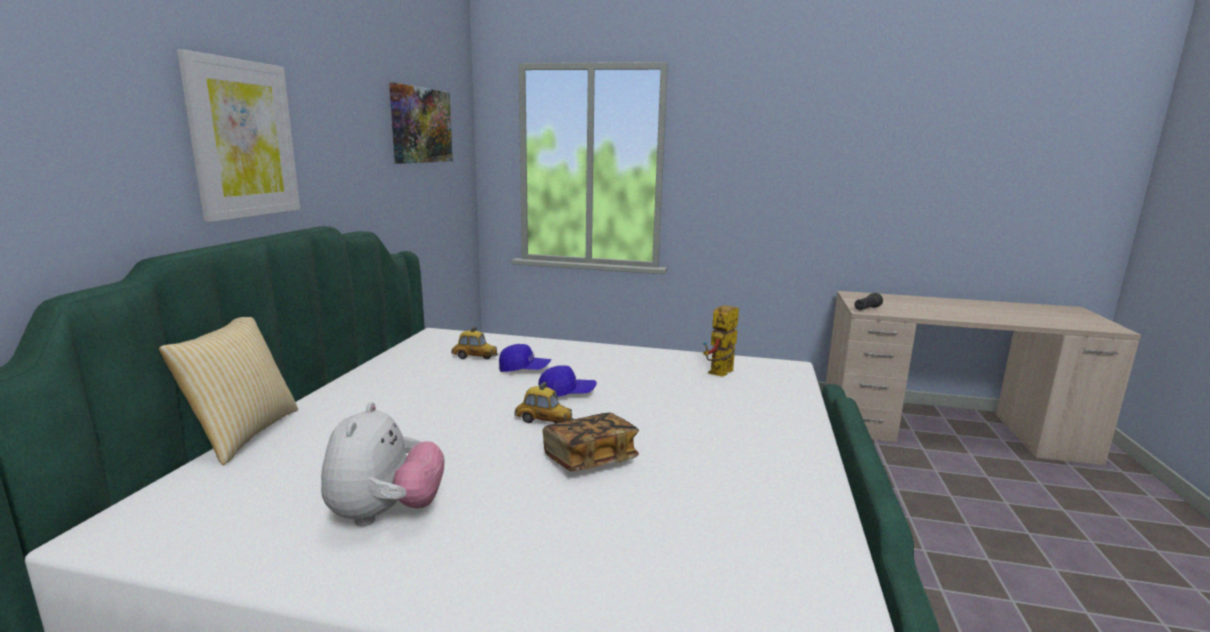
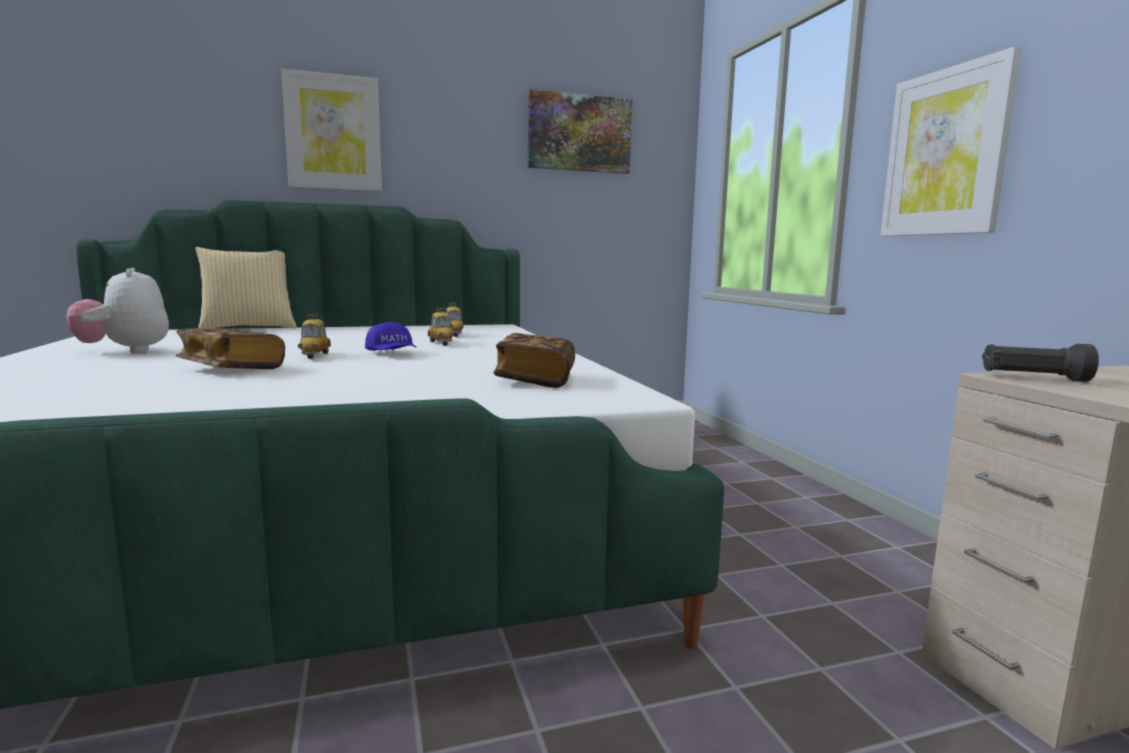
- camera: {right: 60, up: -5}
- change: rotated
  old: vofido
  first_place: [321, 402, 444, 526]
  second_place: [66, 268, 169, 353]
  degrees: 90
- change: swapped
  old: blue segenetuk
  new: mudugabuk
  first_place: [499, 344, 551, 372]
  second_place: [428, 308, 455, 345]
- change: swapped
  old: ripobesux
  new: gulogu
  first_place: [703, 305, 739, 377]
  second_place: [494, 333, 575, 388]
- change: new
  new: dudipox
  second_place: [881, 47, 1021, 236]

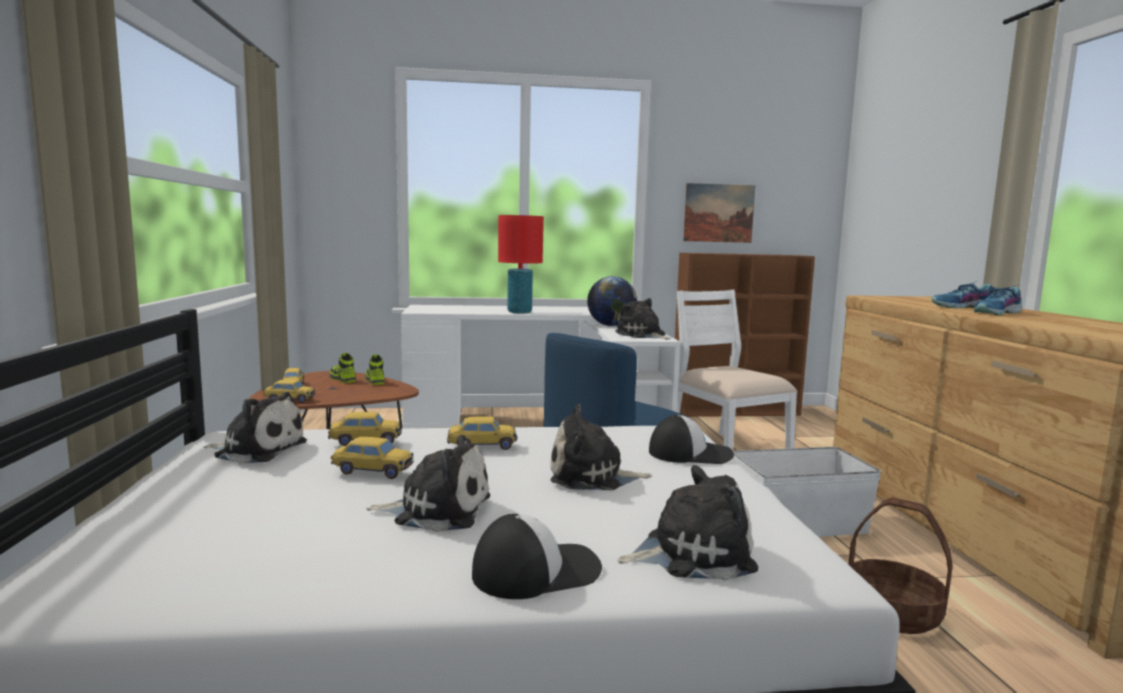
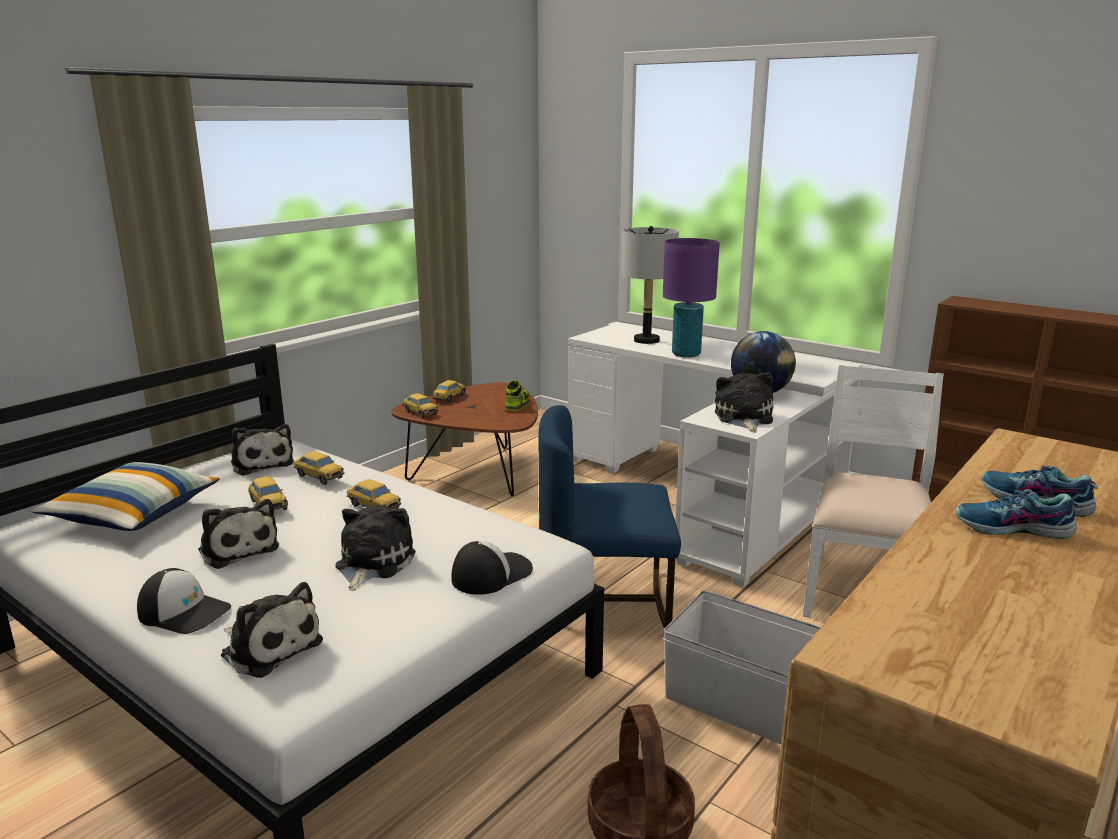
- camera: {right: 45, up: 10}
- change: new
  new: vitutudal
  second_place: [32, 462, 219, 531]
- change: rotated
  old: vofido
  first_place: [550, 405, 652, 490]
  second_place: [335, 505, 416, 591]
  degrees: 60
- change: rotated
  old: segenetuk
  first_place: [649, 415, 734, 464]
  second_place: [452, 541, 533, 595]
  degrees: -90
- change: new
  new: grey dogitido
  second_place: [621, 226, 679, 344]
- change: repainted
  old: red dogitido
  new: purple dogitido
  first_place: [498, 215, 544, 313]
  second_place: [663, 238, 720, 358]
- change: gone
  old: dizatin
  first_place: [330, 353, 356, 383]
- change: gone
  old: dudipox
  first_place: [683, 183, 755, 243]

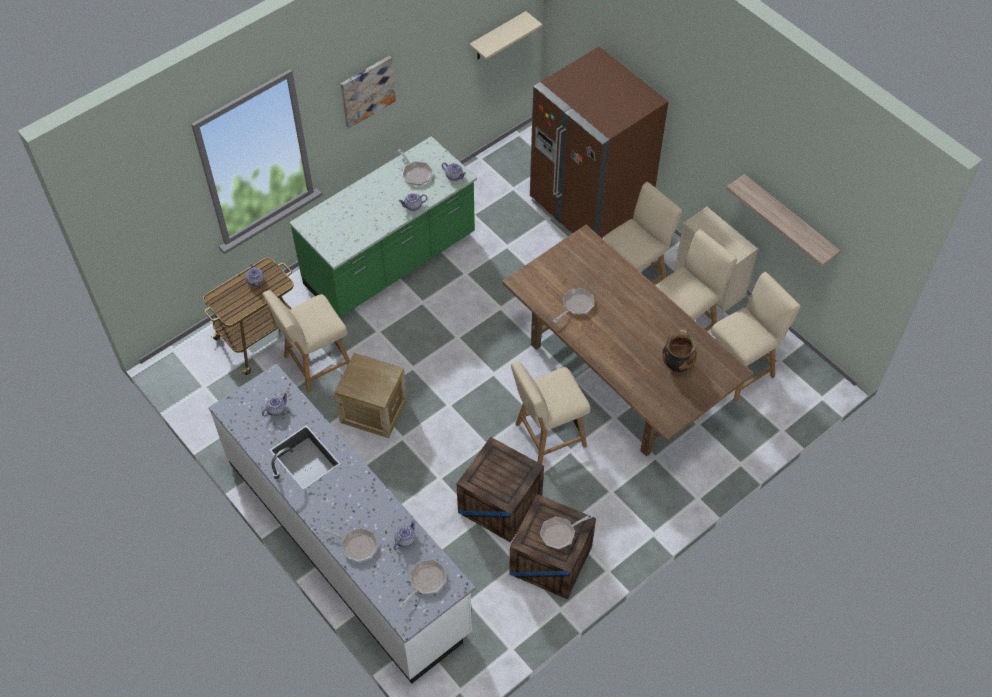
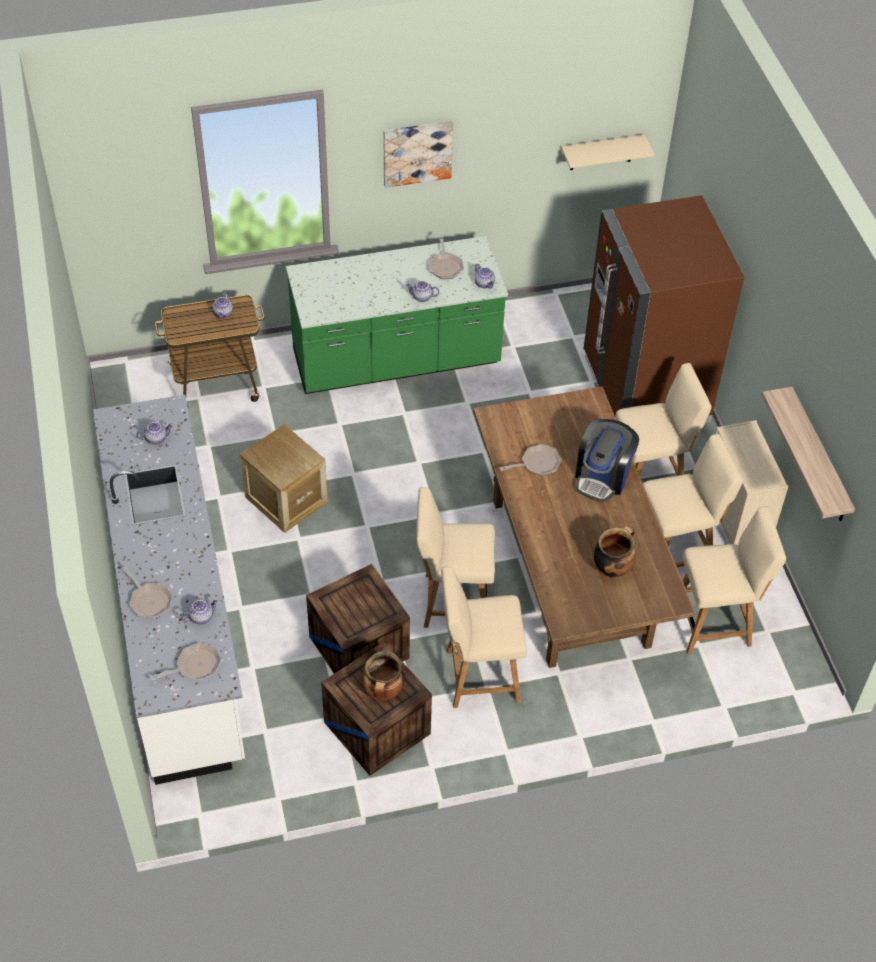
- camera: {right: 25, up: -5}
- change: swapped
  old: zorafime
  new: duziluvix
  first_place: [540, 513, 594, 549]
  second_place: [361, 651, 405, 701]
- change: shifted
  old: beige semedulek
  first_place: [263, 290, 350, 393]
  second_place: [441, 567, 527, 708]
- change: new
  new: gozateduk
  second_place: [575, 419, 639, 502]

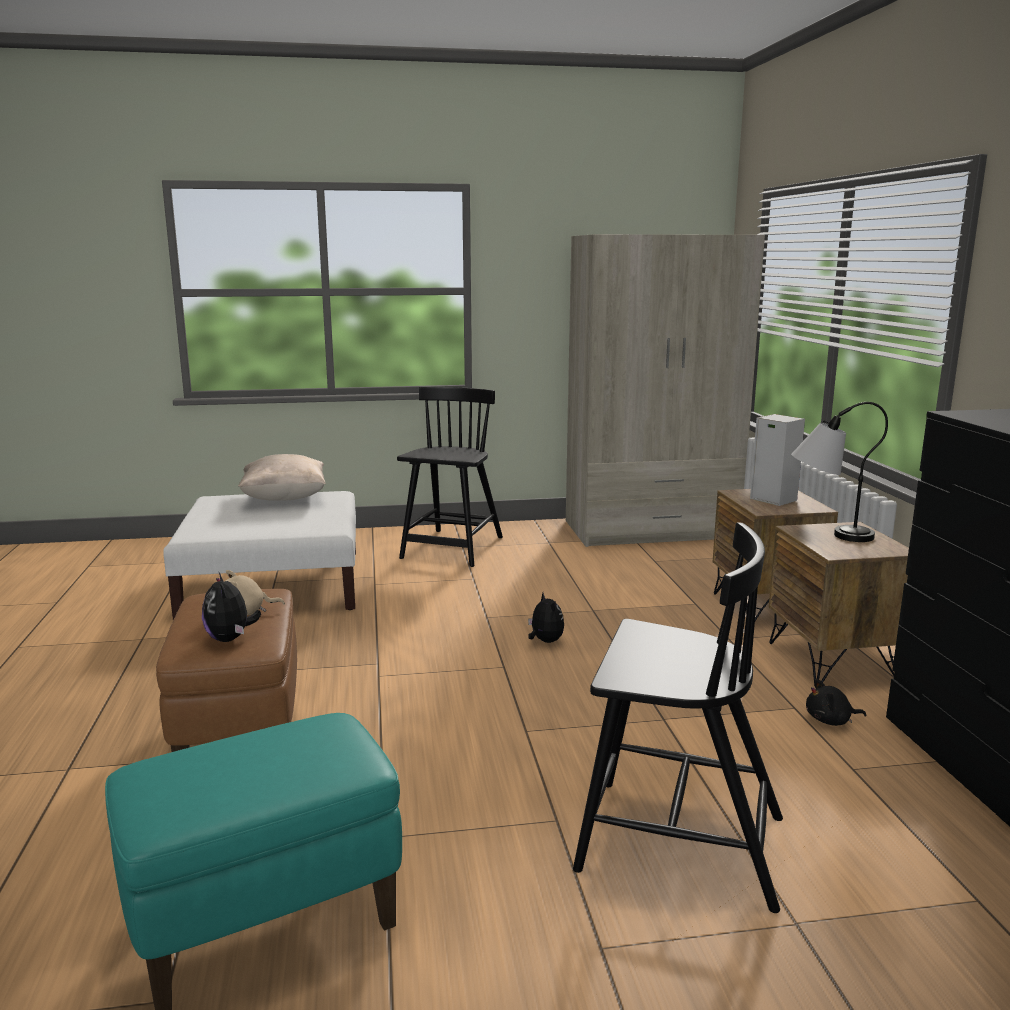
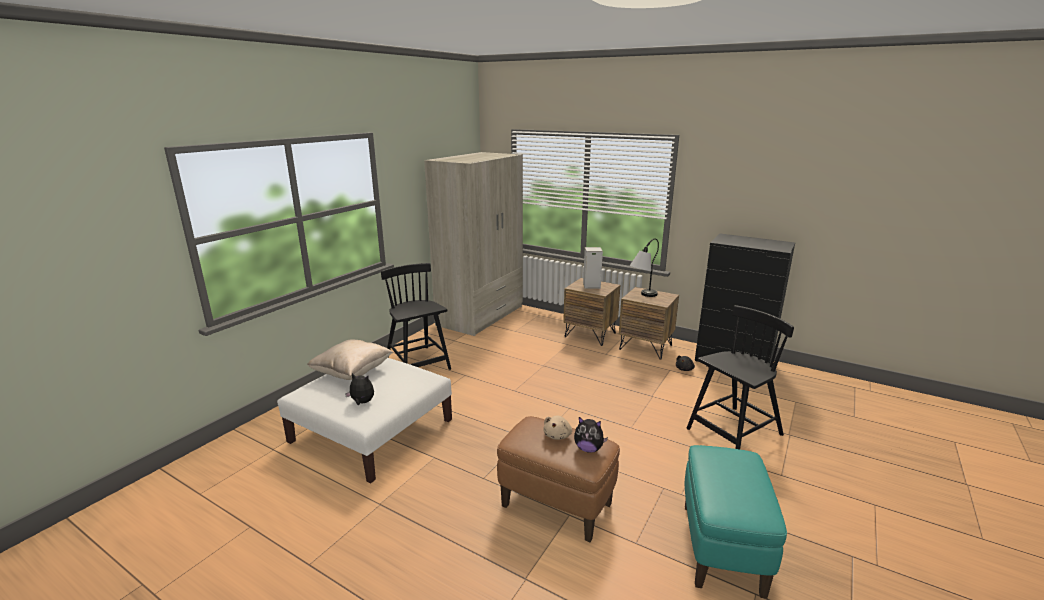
- camera: {right: -50, up: 5}
- change: shifted
  old: vofido
  first_place: [528, 593, 564, 643]
  second_place: [345, 373, 374, 405]

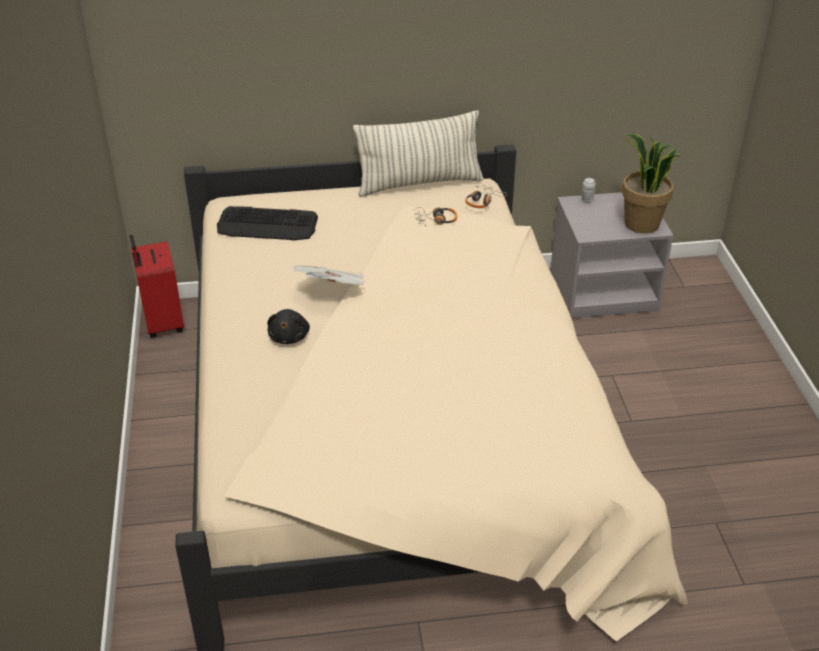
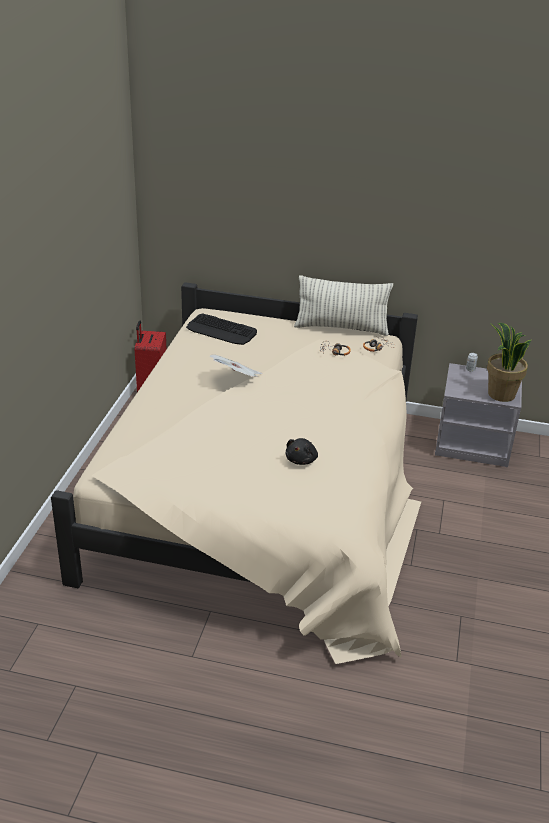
- camera: {right: 20, up: -5}
- change: shifted
  old: black vofido
  first_place: [267, 309, 310, 344]
  second_place: [286, 438, 318, 465]

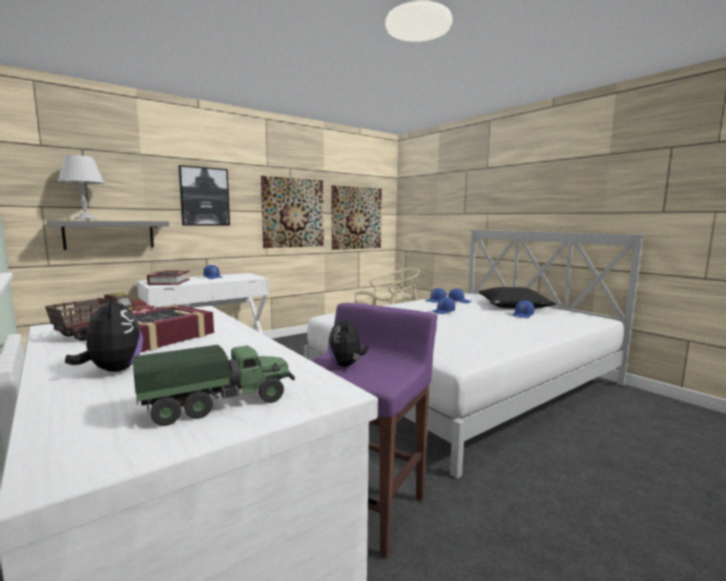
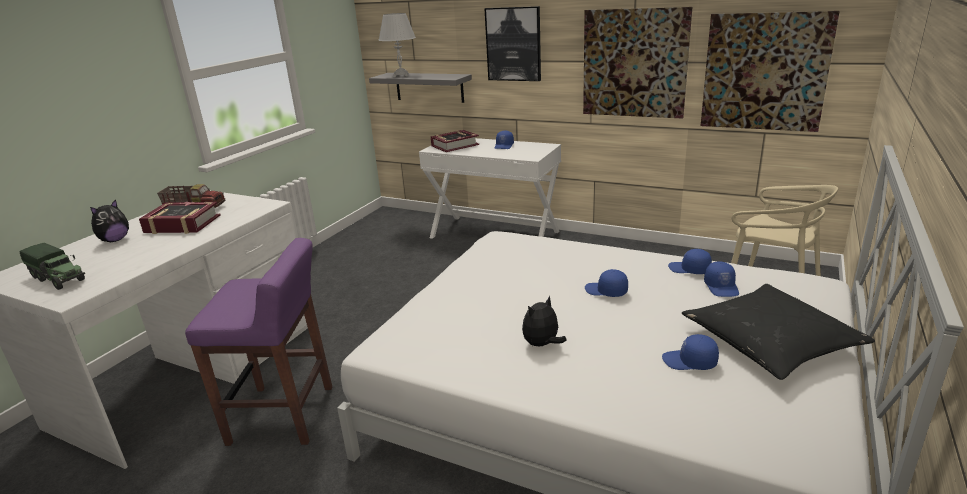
- camera: {right: 65, up: 15}
- change: shifted
  old: vofido
  first_place: [328, 315, 368, 367]
  second_place: [522, 295, 567, 346]

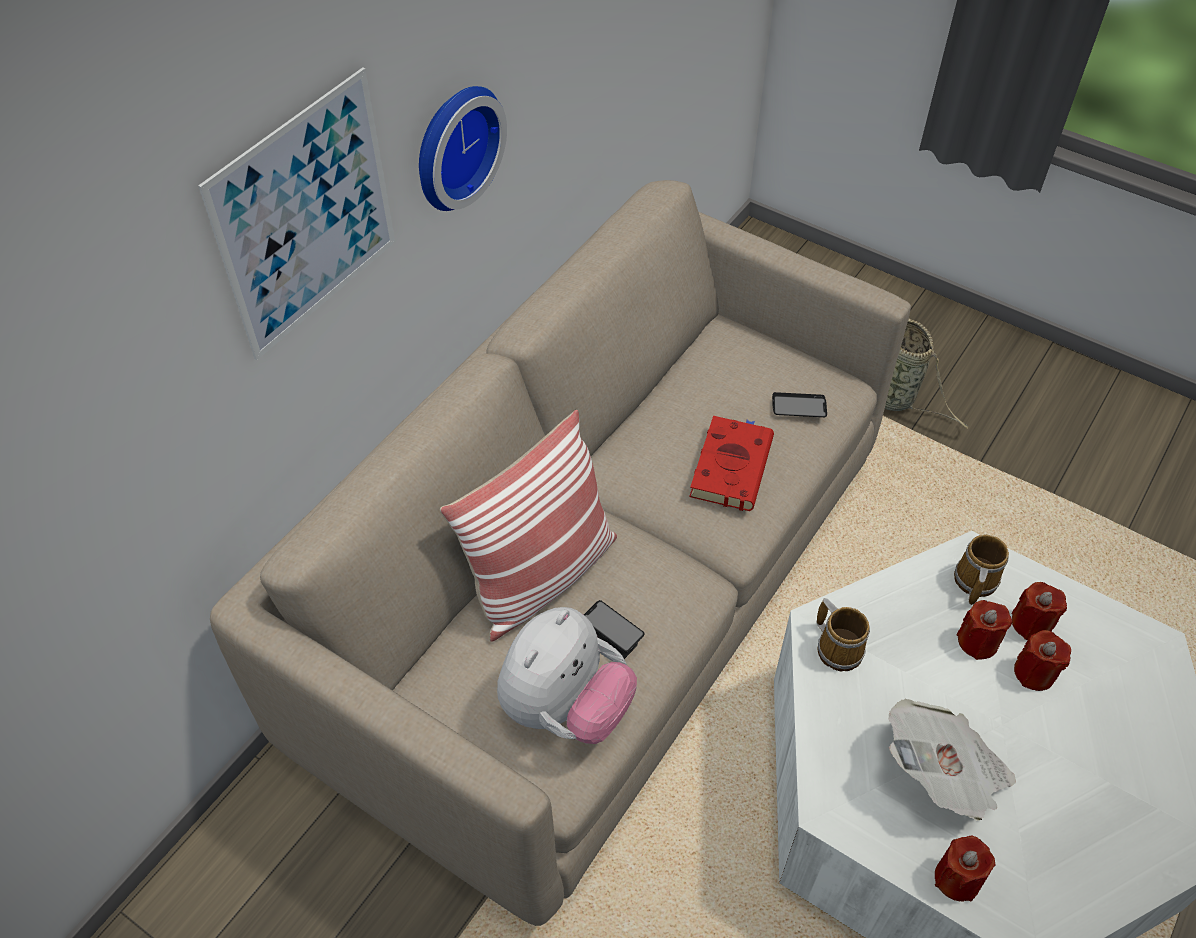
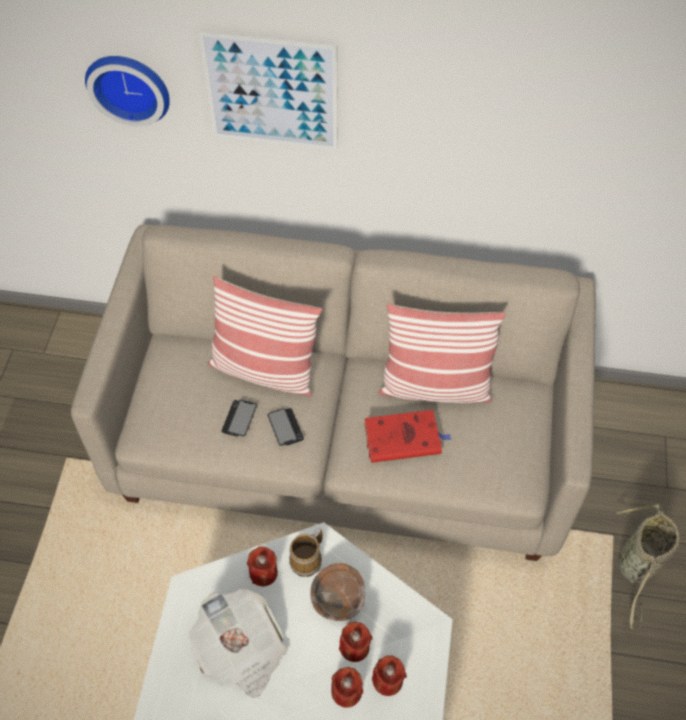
- camera: {right: 65, up: 5}
- change: shifted
  old: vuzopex
  first_place: [419, 86, 507, 211]
  second_place: [85, 56, 170, 126]
- change: shifted
  old: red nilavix
  first_place: [935, 836, 996, 902]
  second_place: [247, 546, 278, 586]
- change: shifted
  old: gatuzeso
  first_place: [772, 392, 827, 417]
  second_place: [267, 408, 304, 446]
- change: new
  new: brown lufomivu
  second_place: [310, 563, 365, 621]
- change: new
  new: vitutudal
  second_place: [378, 303, 506, 403]
- change: gone
  old: vofido
  first_place: [497, 607, 637, 744]
- change: gone
  old: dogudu
  first_place: [954, 535, 1009, 605]

